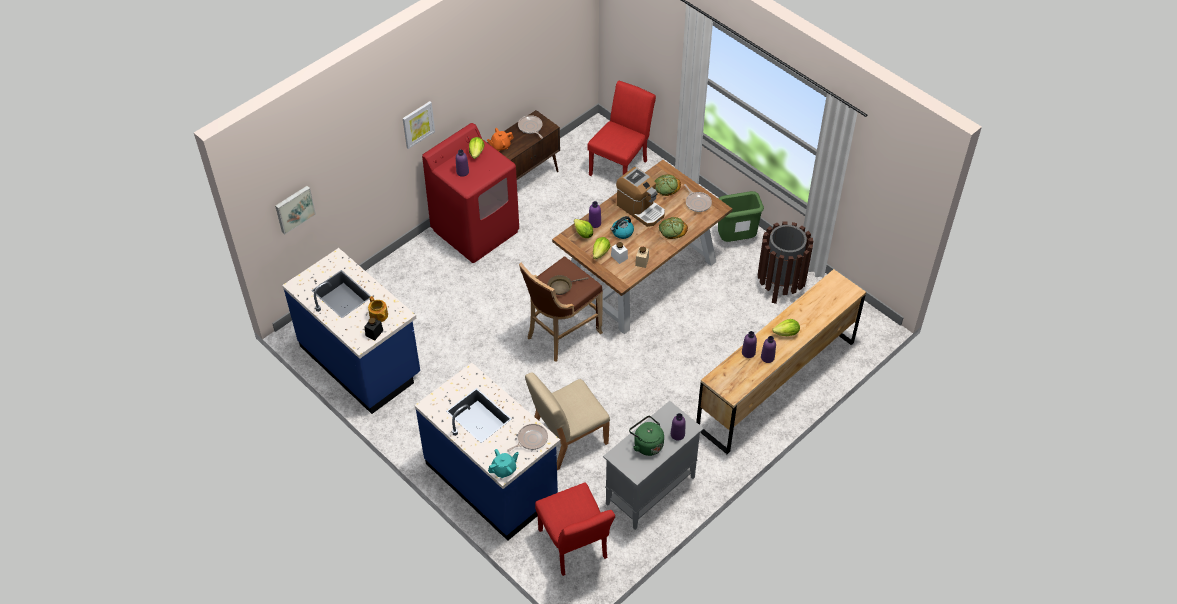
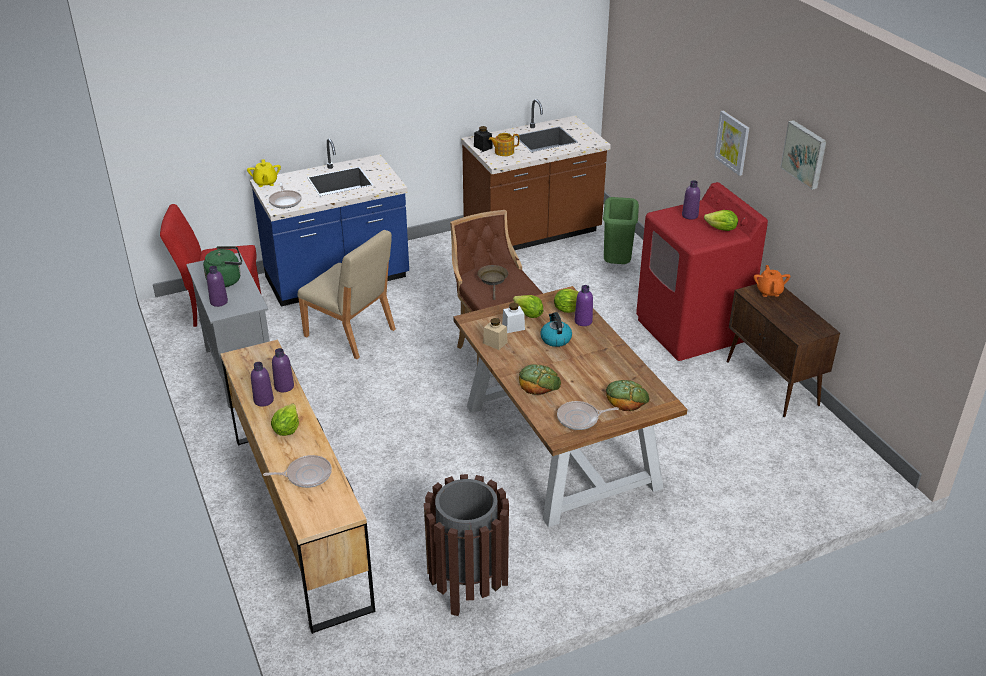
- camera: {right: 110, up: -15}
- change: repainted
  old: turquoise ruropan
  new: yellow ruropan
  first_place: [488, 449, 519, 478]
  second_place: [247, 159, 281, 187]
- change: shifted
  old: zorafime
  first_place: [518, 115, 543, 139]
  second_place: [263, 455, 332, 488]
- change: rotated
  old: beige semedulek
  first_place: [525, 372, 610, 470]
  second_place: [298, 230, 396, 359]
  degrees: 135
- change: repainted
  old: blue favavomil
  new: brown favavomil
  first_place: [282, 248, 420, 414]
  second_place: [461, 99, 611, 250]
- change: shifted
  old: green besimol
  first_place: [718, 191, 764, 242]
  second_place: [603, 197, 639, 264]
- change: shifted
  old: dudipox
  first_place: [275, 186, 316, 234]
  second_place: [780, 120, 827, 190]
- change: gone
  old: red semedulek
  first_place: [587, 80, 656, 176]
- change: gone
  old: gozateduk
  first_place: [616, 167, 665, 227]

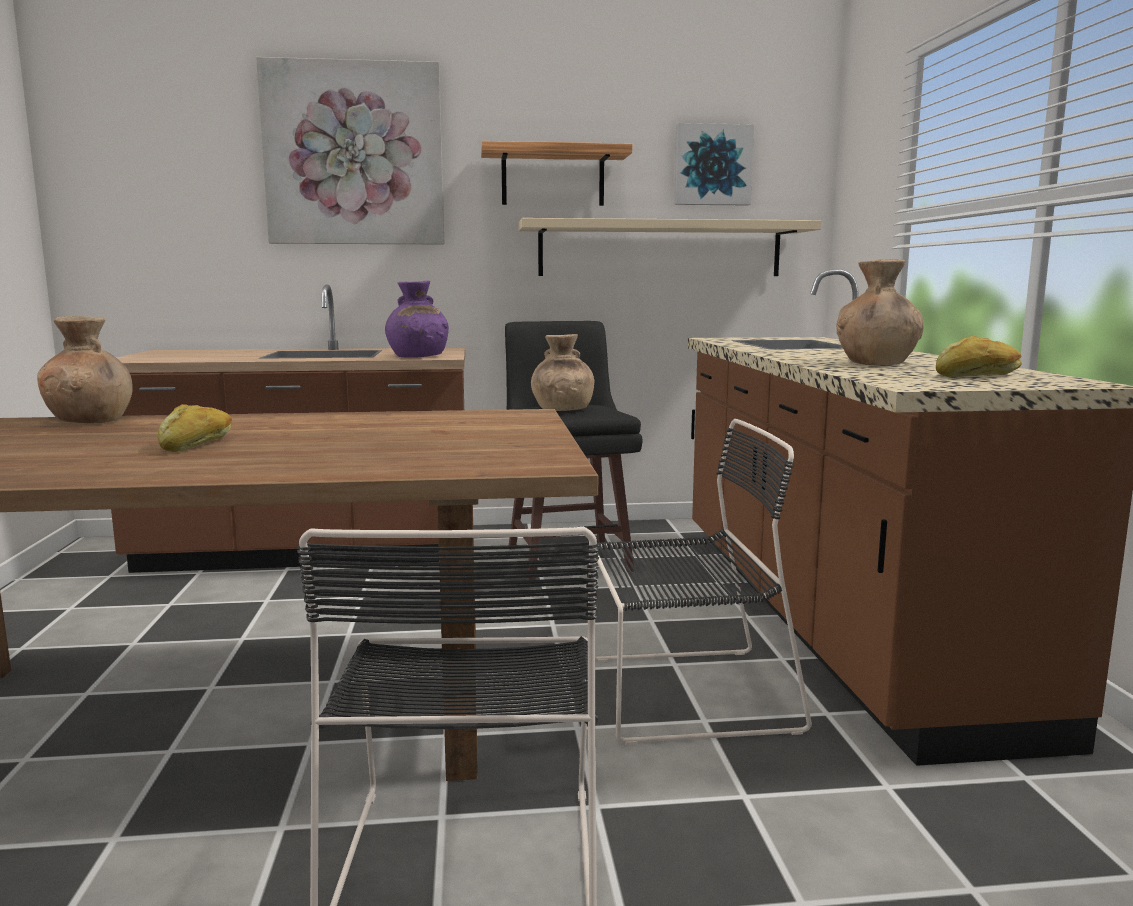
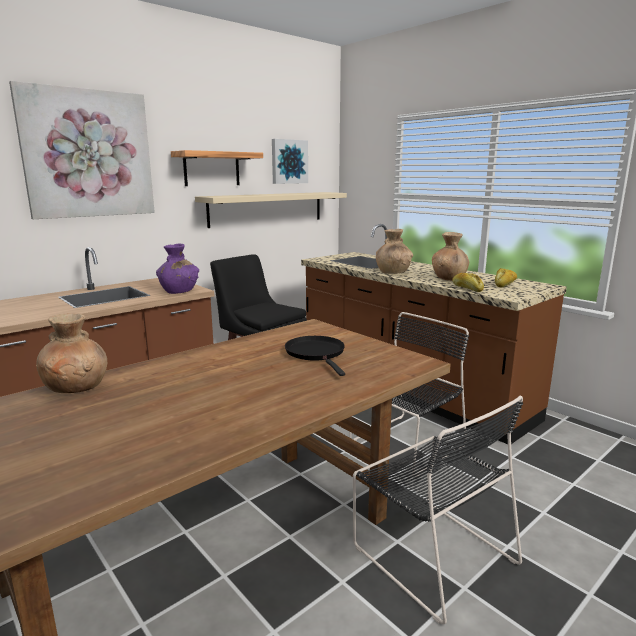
- camera: {right: -35, up: 5}
- change: new
  new: black zorafime
  second_place: [285, 336, 345, 376]
- change: shifted
  old: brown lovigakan
  first_place: [531, 334, 594, 411]
  second_place: [376, 229, 413, 274]
- change: shifted
  old: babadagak
  first_place: [157, 404, 232, 452]
  second_place: [452, 273, 484, 292]

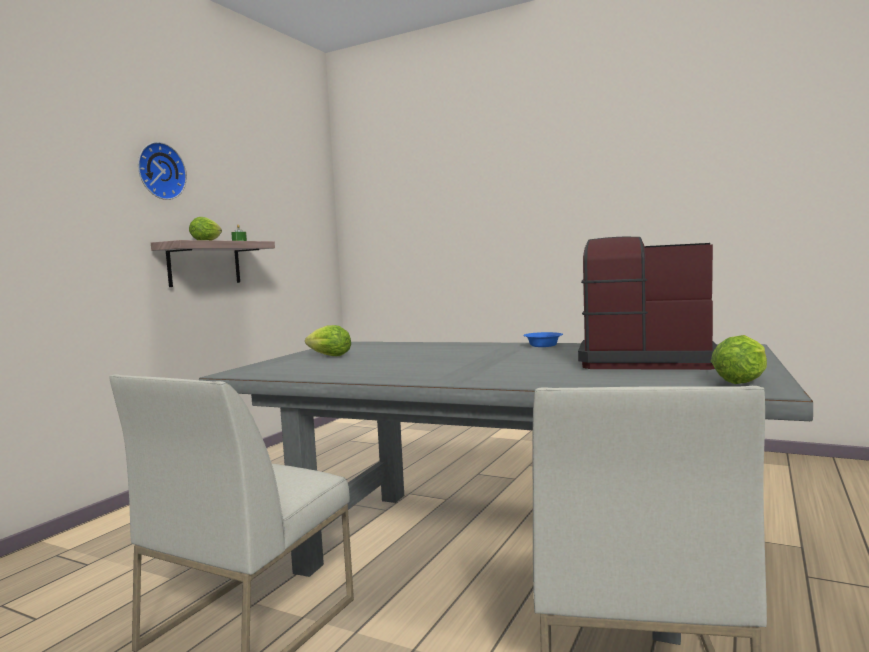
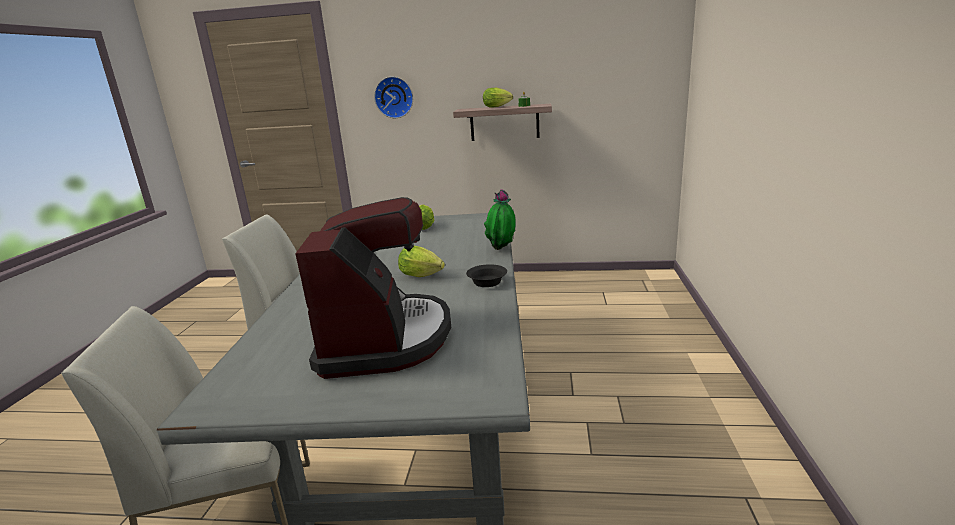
- camera: {right: 70, up: 15}
- change: shifted
  old: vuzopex
  first_place: [138, 142, 187, 200]
  second_place: [374, 76, 413, 118]
- change: shifted
  old: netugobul
  first_place: [711, 335, 767, 384]
  second_place: [398, 246, 445, 277]
- change: repainted
  old: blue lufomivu
  new: black lufomivu
  first_place: [523, 332, 563, 347]
  second_place: [466, 264, 507, 287]
- change: new
  new: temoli
  second_place: [484, 189, 516, 250]

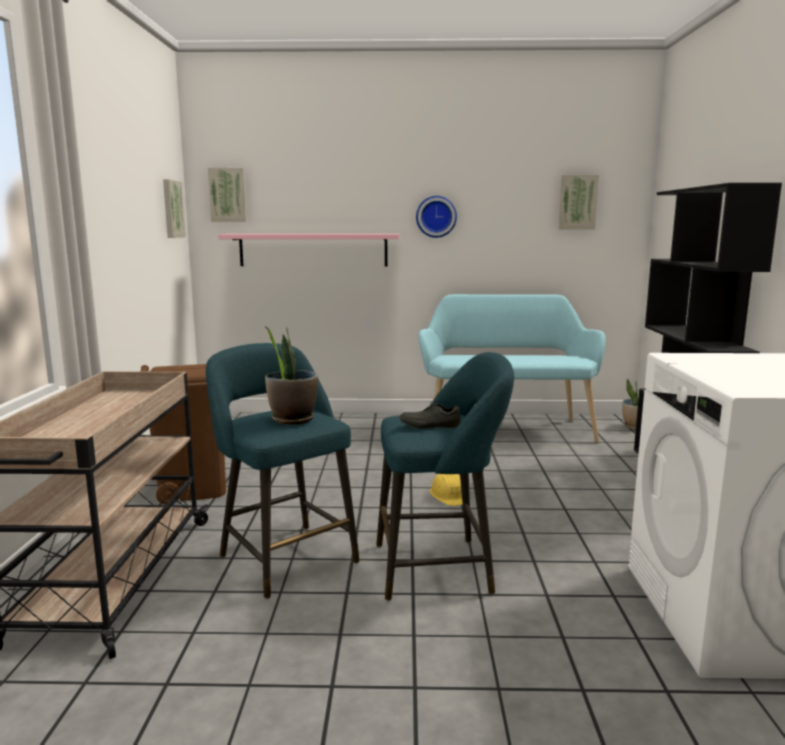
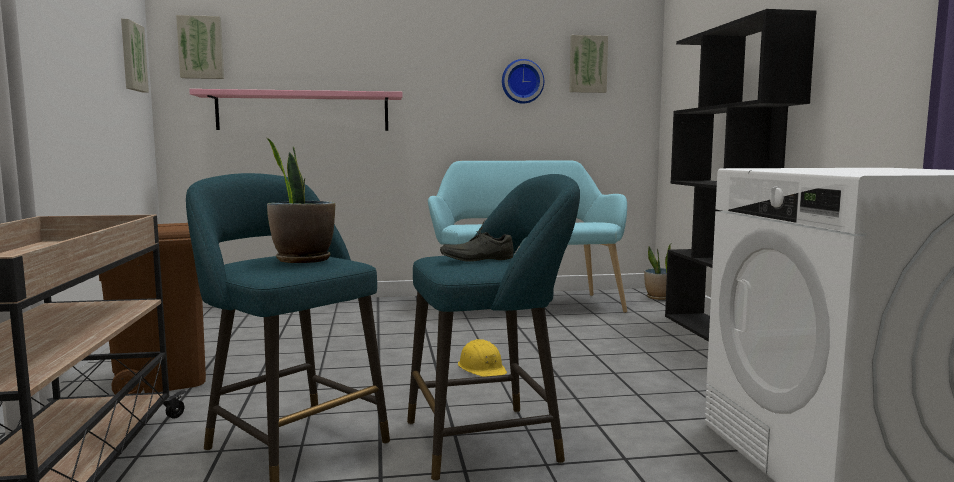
- camera: {right: -10, up: -5}
- change: shifted
  old: vuzopex
  first_place: [416, 196, 457, 238]
  second_place: [502, 59, 544, 104]

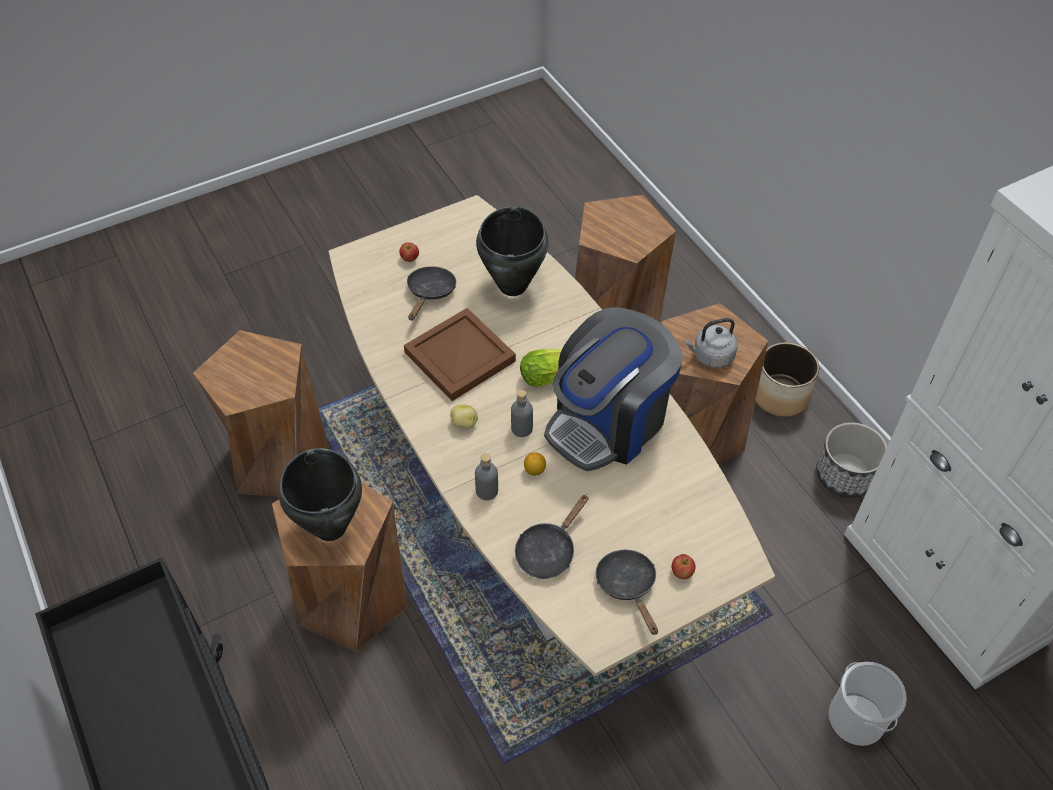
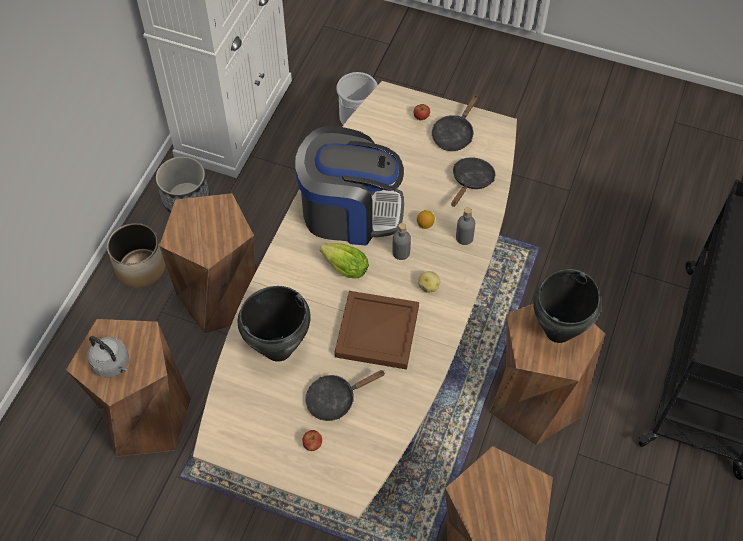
- camera: {right: -130, up: 5}
- change: shifted
  old: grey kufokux
  first_place: [684, 318, 738, 368]
  second_place: [87, 336, 129, 378]
- change: rotated
  old: black zorafime
  first_place: [515, 494, 588, 579]
  second_place: [451, 157, 495, 207]
  degrees: -60

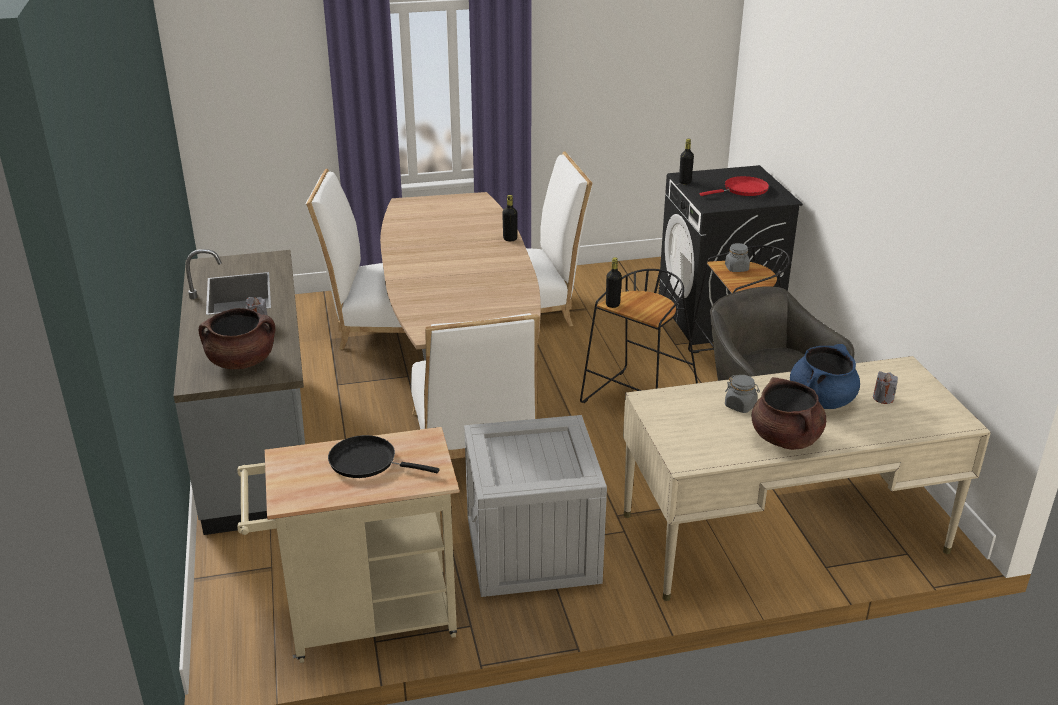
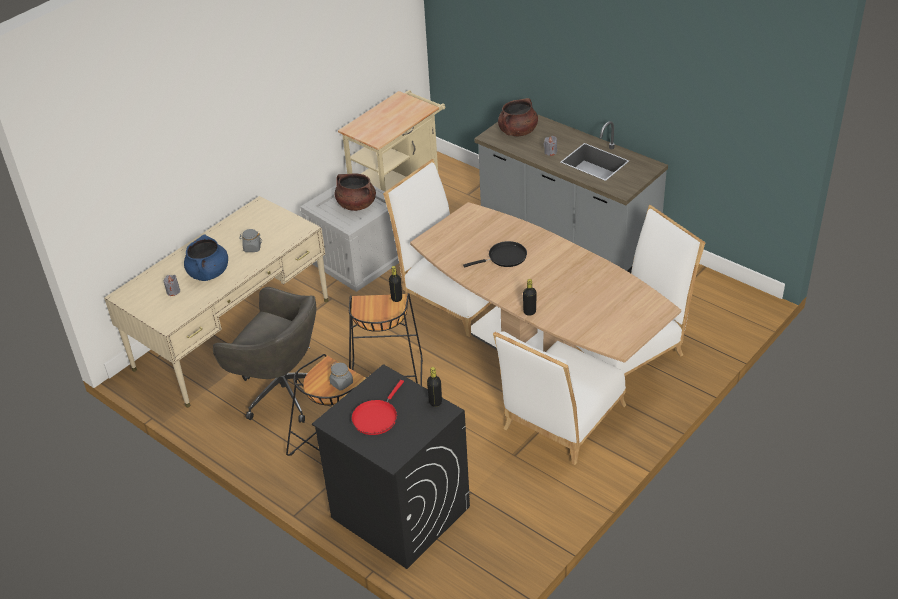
- camera: {right: 145, up: 10}
- change: shifted
  old: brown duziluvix
  first_place: [752, 377, 826, 450]
  second_place: [335, 173, 376, 211]
- change: shifted
  old: black zorafime
  first_place: [328, 435, 439, 478]
  second_place: [463, 241, 527, 267]

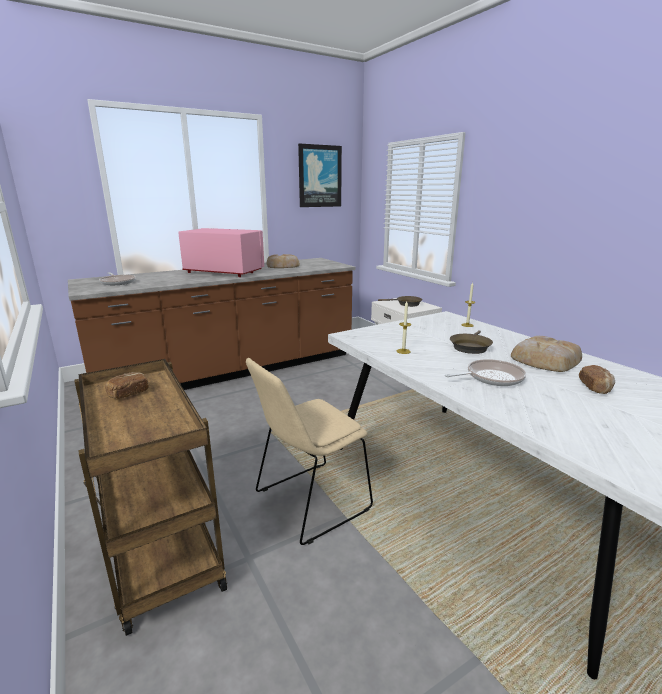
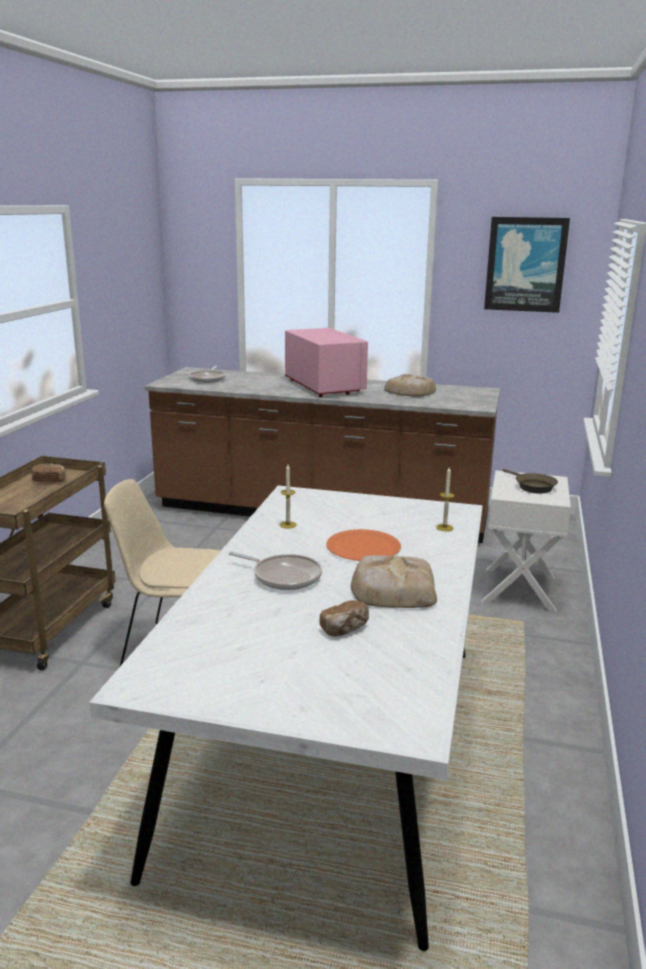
- camera: {right: 45, up: 0}
- change: swapped
  old: brown zorafime
  new: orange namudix
  first_place: [450, 330, 493, 354]
  second_place: [326, 529, 401, 561]

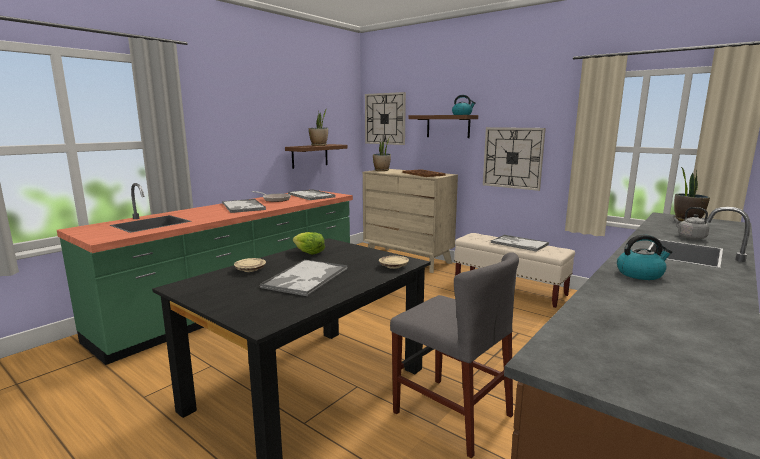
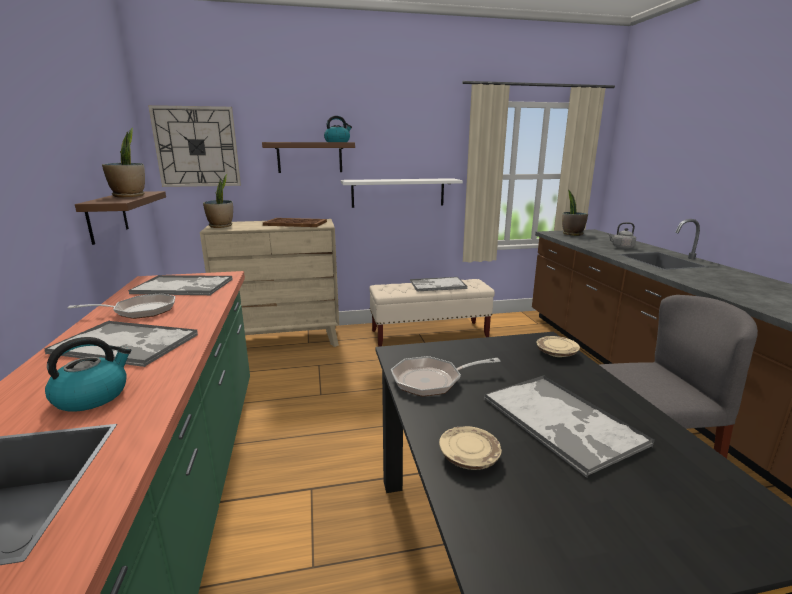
- camera: {right: -50, up: 5}
- change: shifted
  old: kufokux
  first_place: [617, 235, 672, 280]
  second_place: [45, 337, 131, 412]
- change: swapped
  old: vuzopex
  new: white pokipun
  first_place: [483, 127, 546, 191]
  second_place: [341, 178, 463, 208]
- change: swapped
  old: netugobul
  new: zorafime
  first_place: [293, 232, 325, 255]
  second_place: [391, 356, 501, 397]

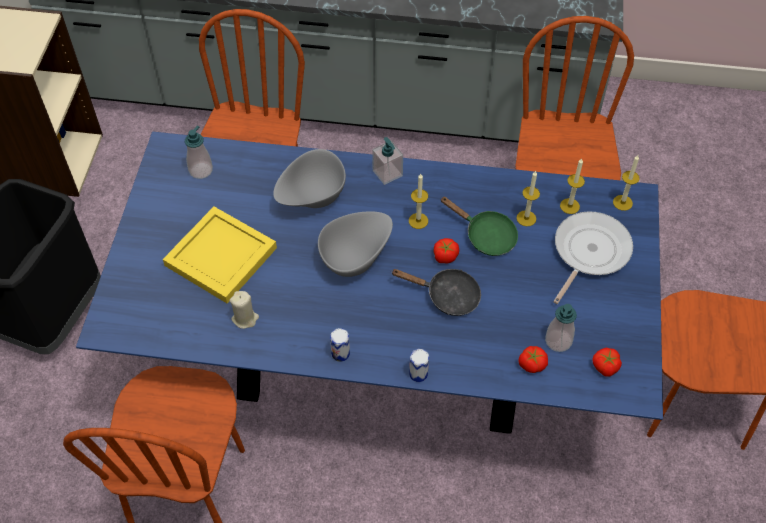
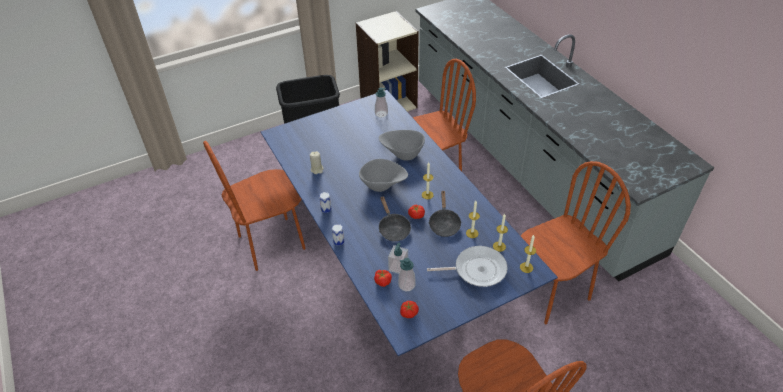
- camera: {right: 55, up: -10}
- change: shifted
  old: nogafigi
  first_place: [372, 137, 403, 185]
  second_place: [388, 243, 408, 274]
- change: repainted
  old: green zorafime
  new: black zorafime
  first_place: [440, 197, 518, 256]
  second_place: [429, 190, 462, 237]
- change: gone
  old: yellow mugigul
  first_place: [163, 207, 277, 303]

